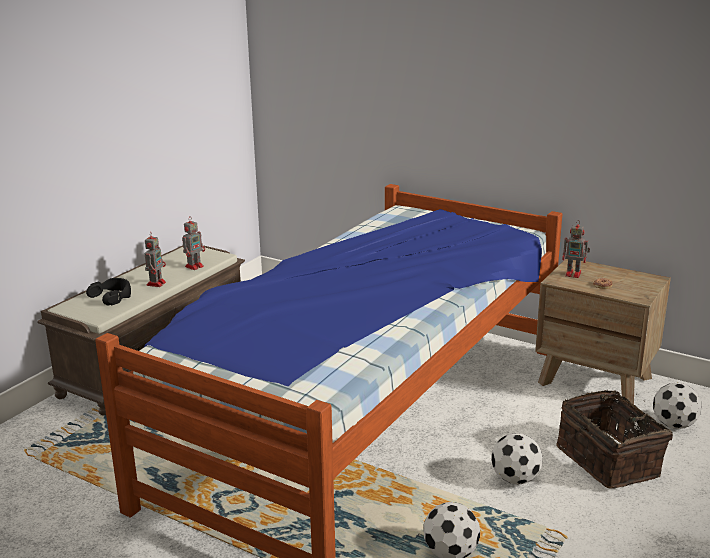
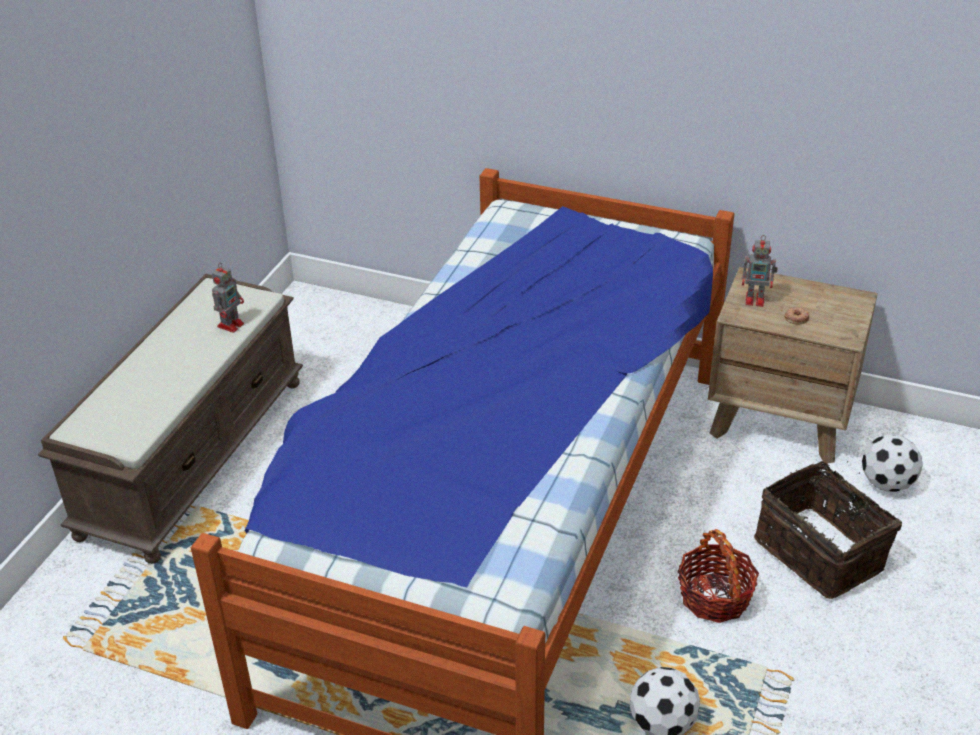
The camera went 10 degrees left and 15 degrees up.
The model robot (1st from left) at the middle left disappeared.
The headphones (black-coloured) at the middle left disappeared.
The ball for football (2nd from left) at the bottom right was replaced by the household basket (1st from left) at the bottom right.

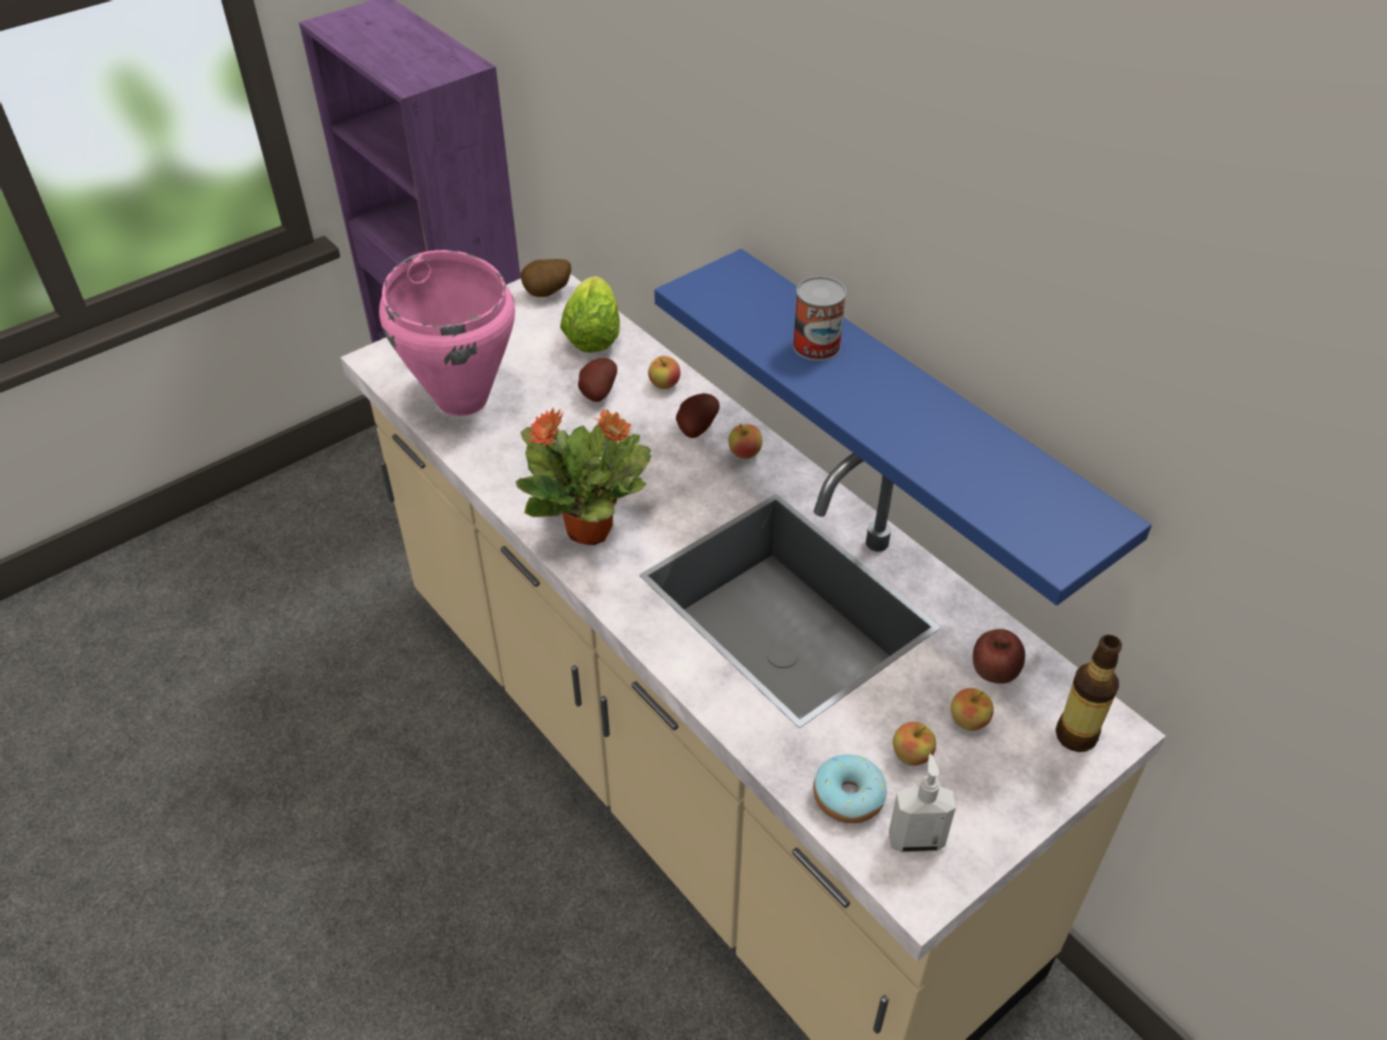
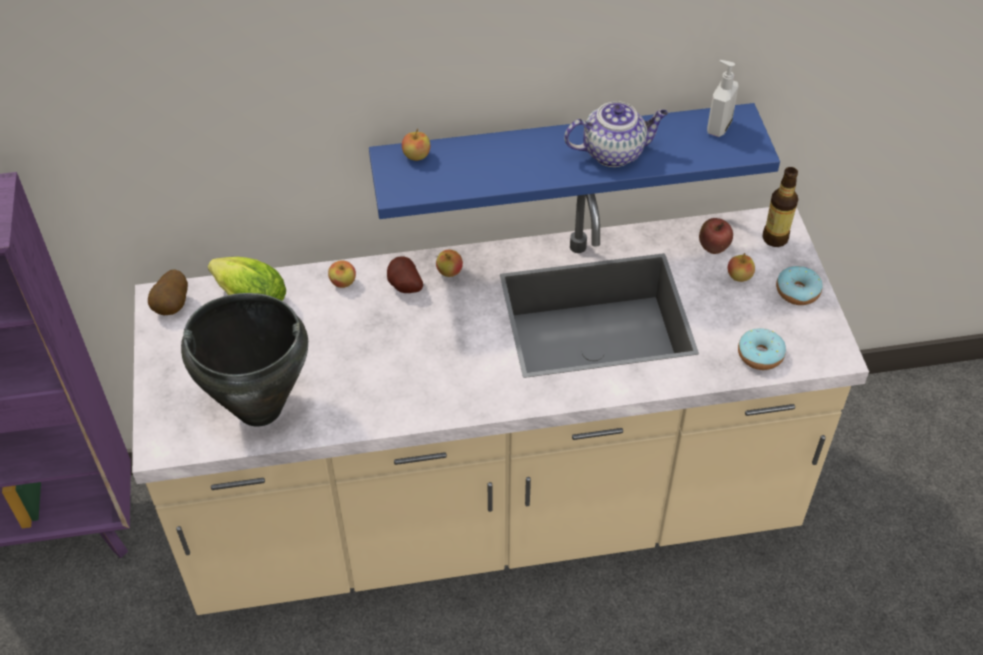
The camera went 60 degrees left and 5 degrees up.
The saucepot (pink) at the top left became the saucepot (black-coloured) at the middle left.
The metal can at the top centre disappeared.
The spud (2nd from left) at the centre disappeared.
The plant in a pot at the centre disappeared.
The whole apple (3rd from left in the first image) moved from the bottom centre to the top centre.
The liquid soap bottle moved from the bottom centre to the top right.
The pot for tea at the top centre appeared.
The donut (2nd from left) at the middle right appeared.

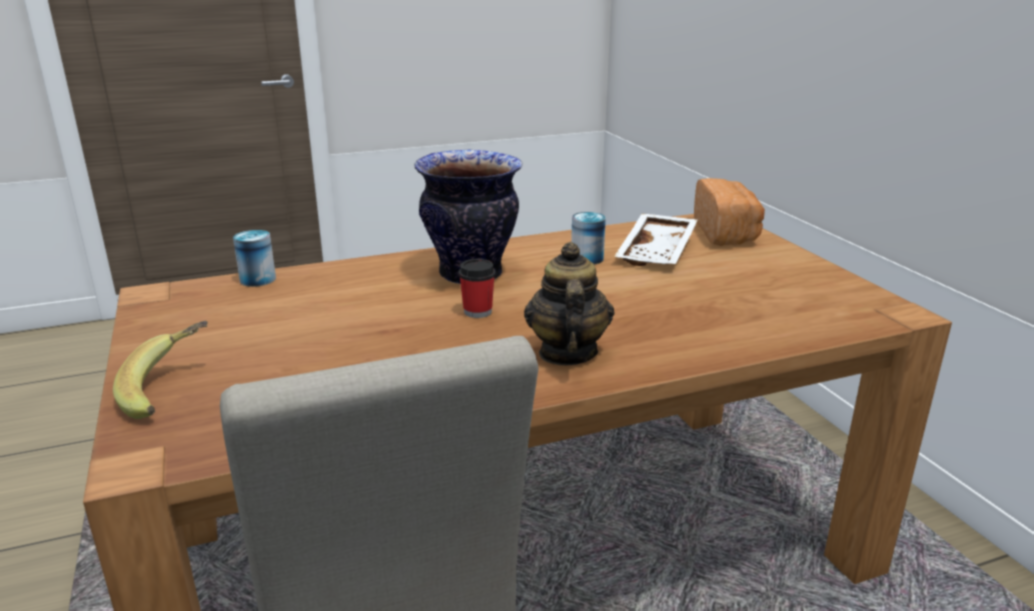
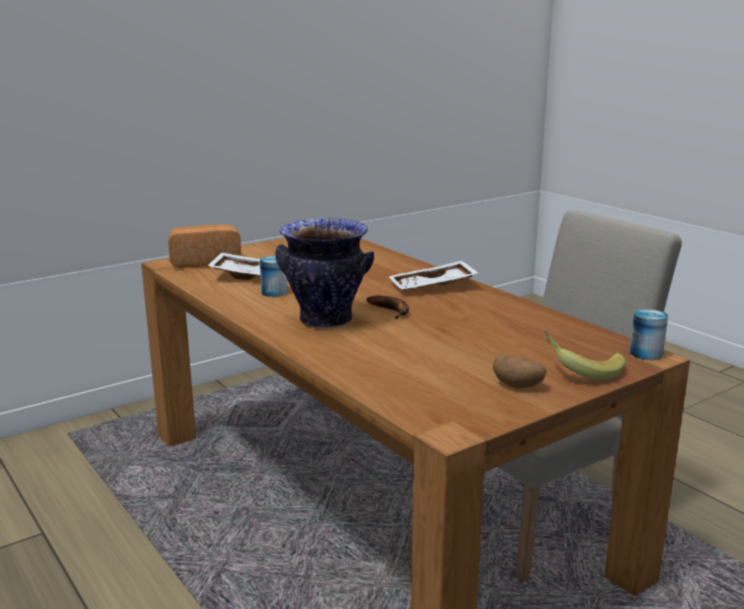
The camera went 105 degrees left and 5 degrees down.
The metal can (1st from left in the first image) moved from the middle left to the middle right.
The pot for tea at the centre was replaced by the carrying tray (whitish) (2nd from left) at the centre.
The drinking cup at the centre was replaced by the whole banana (1st from left) at the centre.
The spud at the middle right appeared.

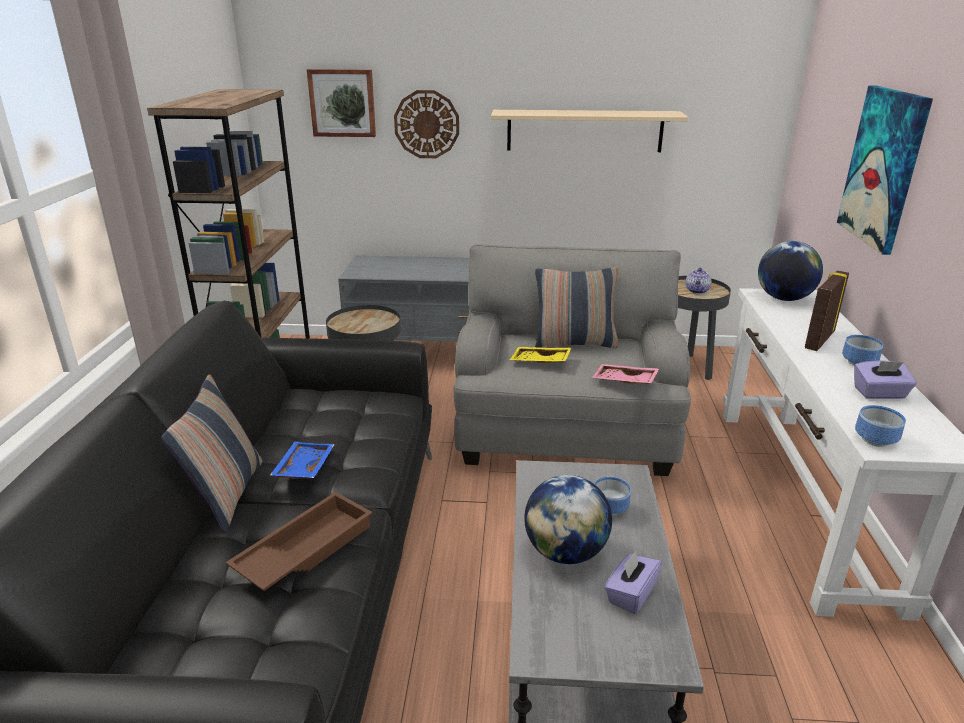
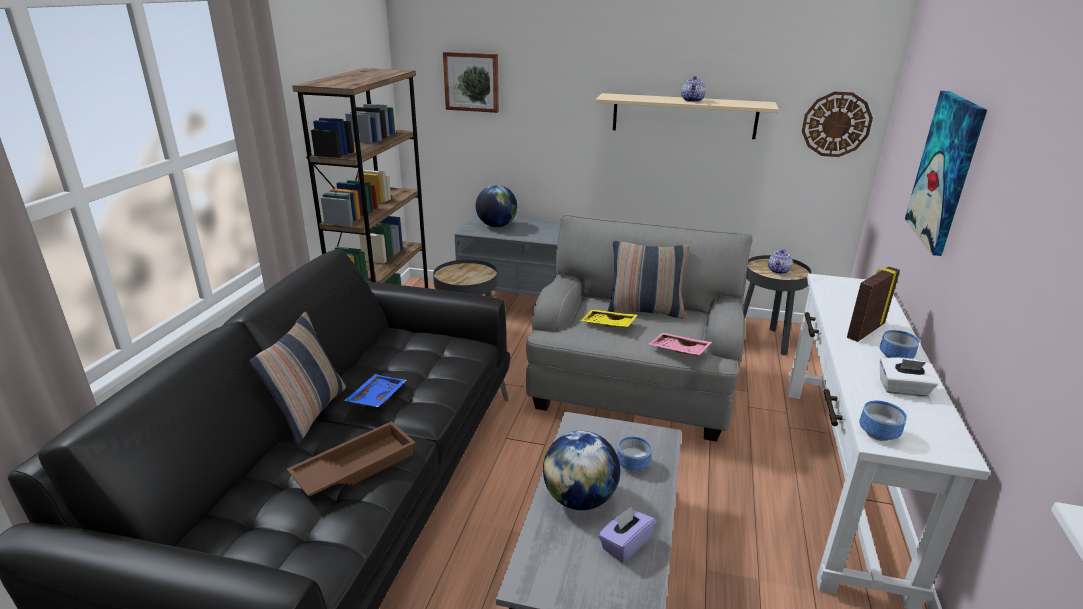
The camera went 10 degrees right and 0 degrees up.
The clock on the wall moved from the top centre to the top right.
The desk globe (2nd from left in the first image) moved from the middle right to the centre.
The box of tissues (purplish) (2nd from left) at the middle right became the box of tissues (whitish) at the middle right.
The pot for tea (1st from left) at the top centre appeared.

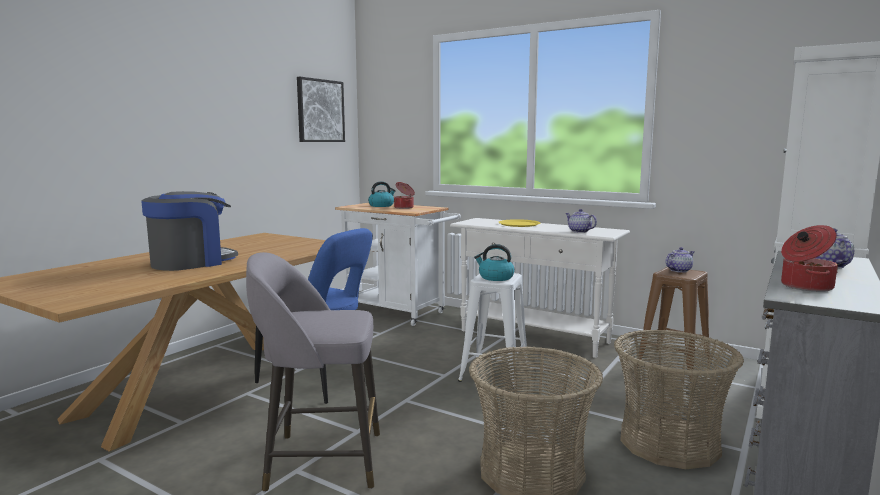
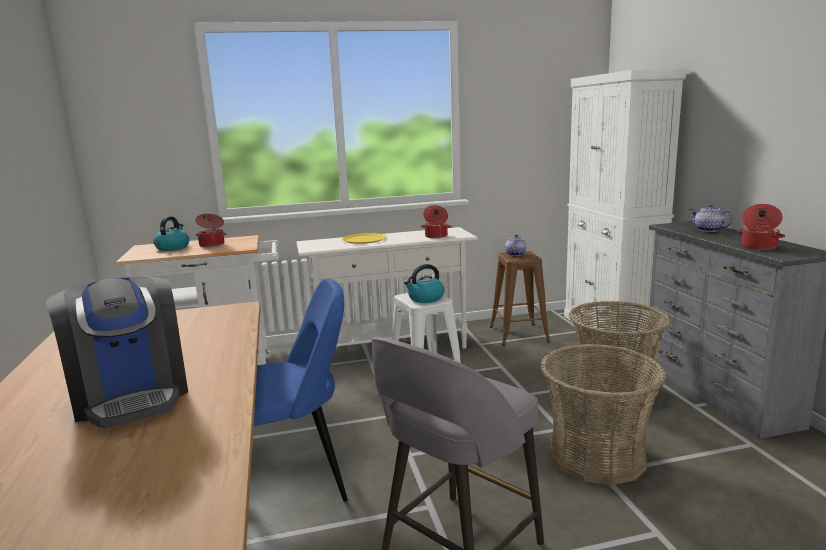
The camera went 45 degrees left and 5 degrees up.
The wall art at the top centre disappeared.
The coffee machine at the middle left turned 150 degrees clockwise.
The pot for tea (1st from left) at the centre was replaced by the saucepot (2nd from left) at the centre.

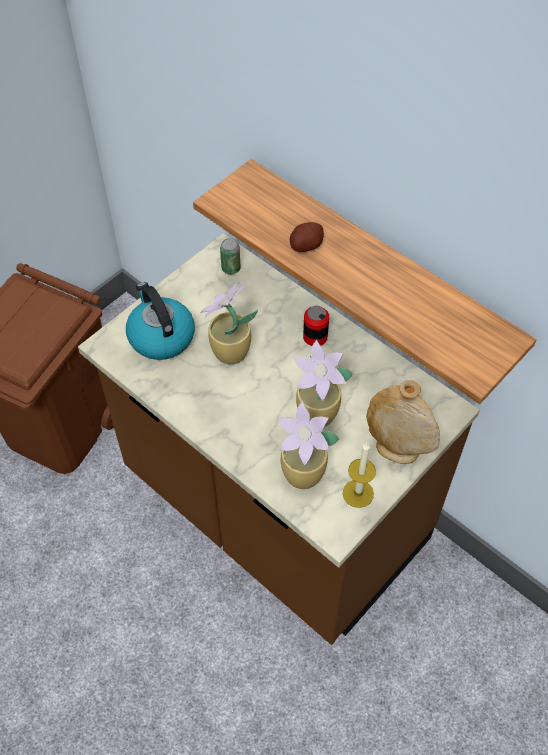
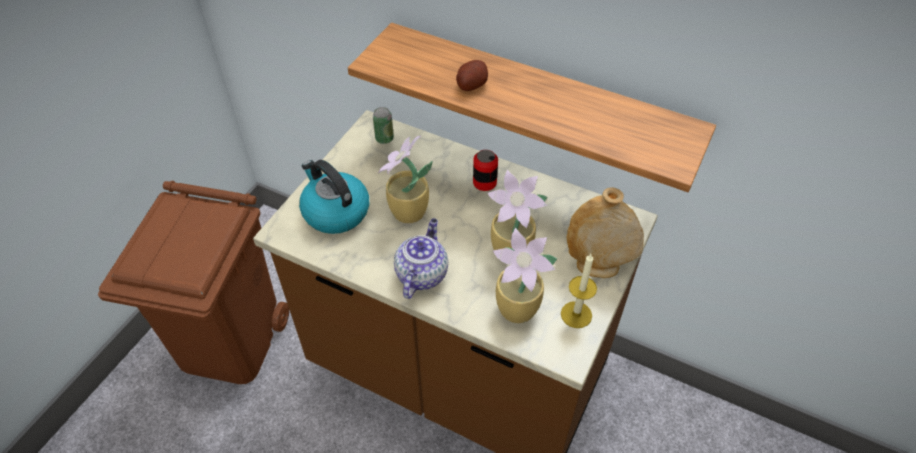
The camera went 15 degrees left and 5 degrees down.
The pot for tea at the centre appeared.

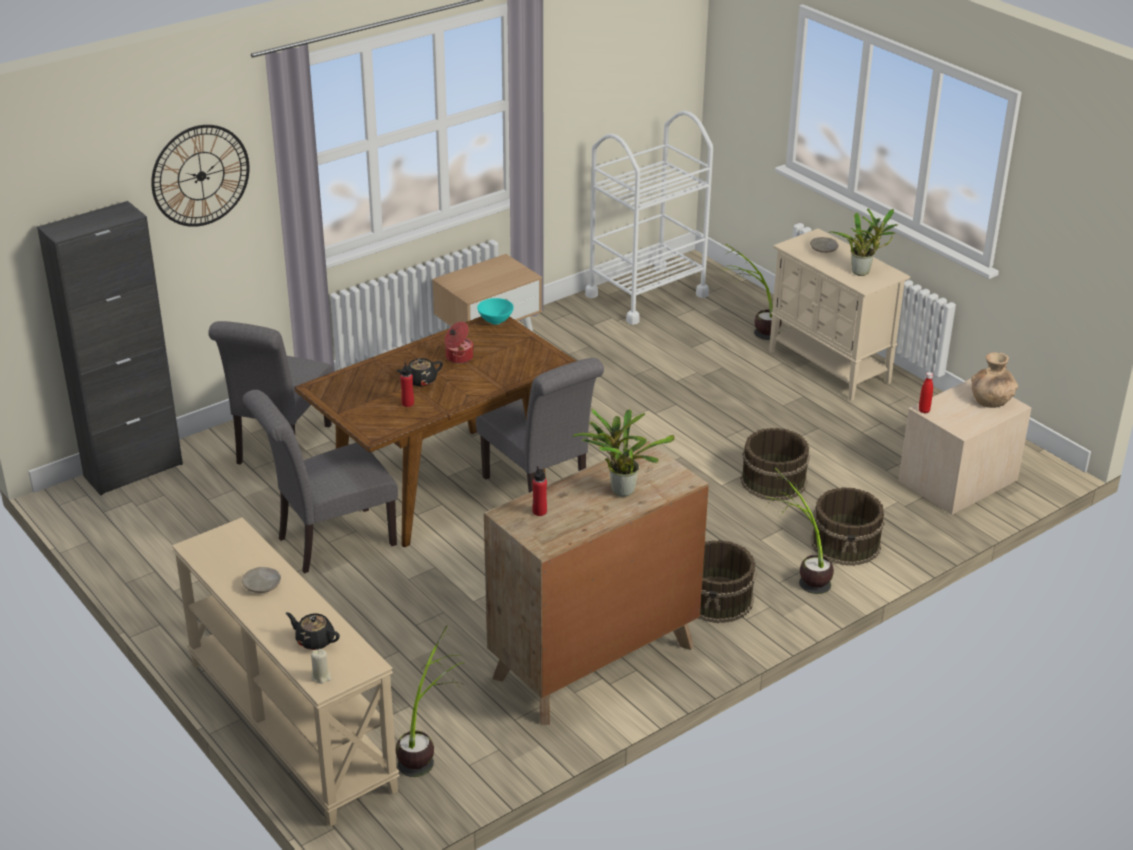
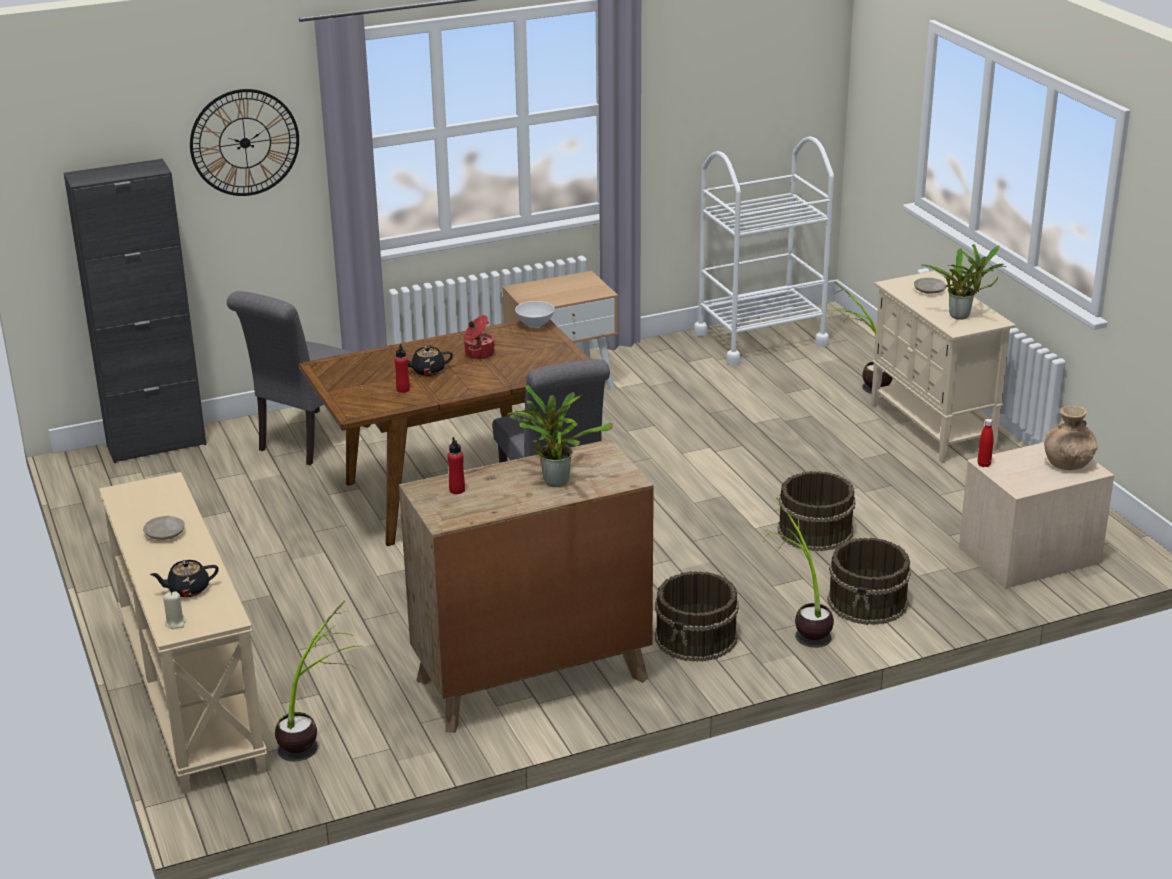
The camera went 15 degrees right and 5 degrees down.
The deep dish (turquoise) at the centre became the deep dish (whitish) at the centre.
The upright chair (grey) (2nd from left) at the middle left disappeared.
The pot for tea (black-coloured) (1st from left) at the bottom left turned 60 degrees counterclockwise.

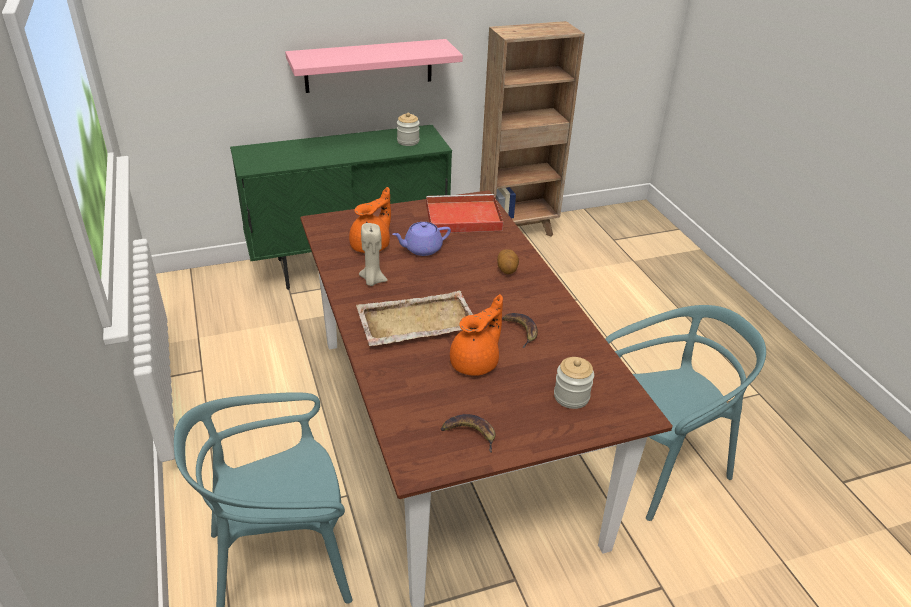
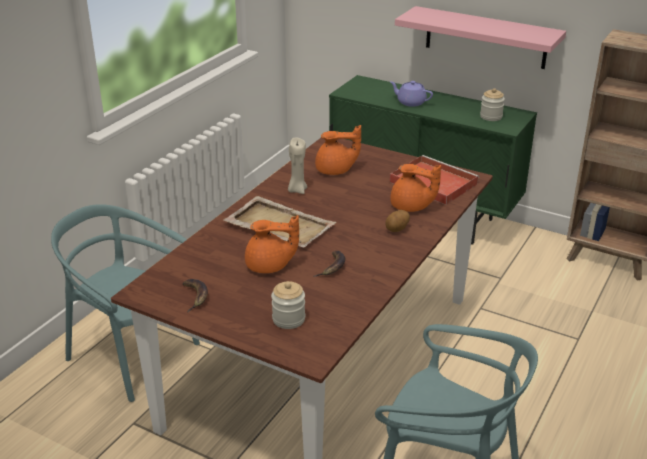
The camera went 50 degrees right and 5 degrees down.
The pot for tea (purplish) moved from the centre to the top centre.
The pot for tea (orange-coloured) (3rd from left) at the centre appeared.

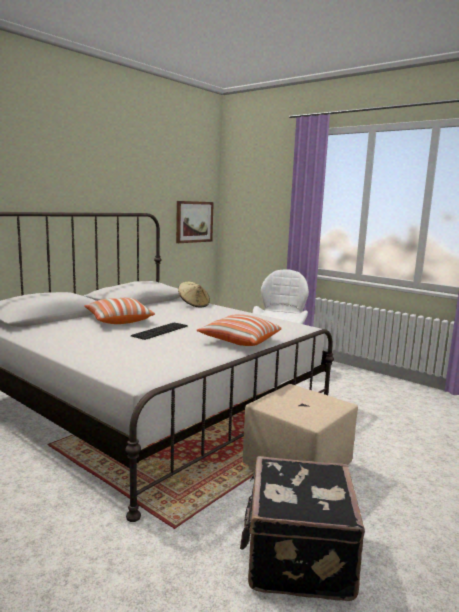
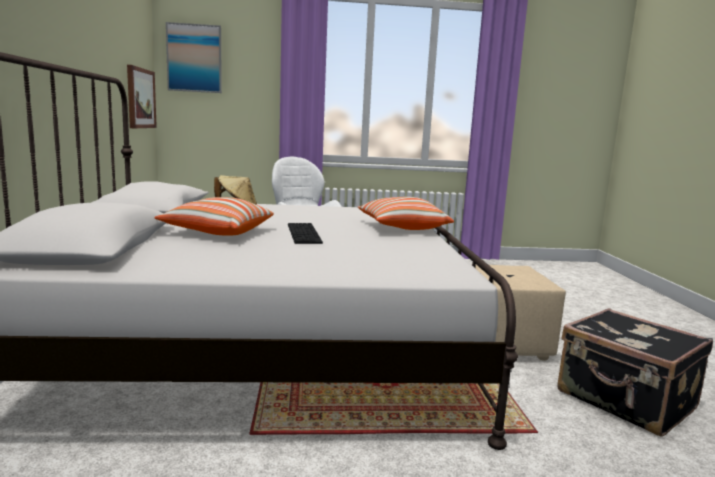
The camera went 45 degrees left and 0 degrees up.
The wall art (2nd from left) at the top left appeared.

